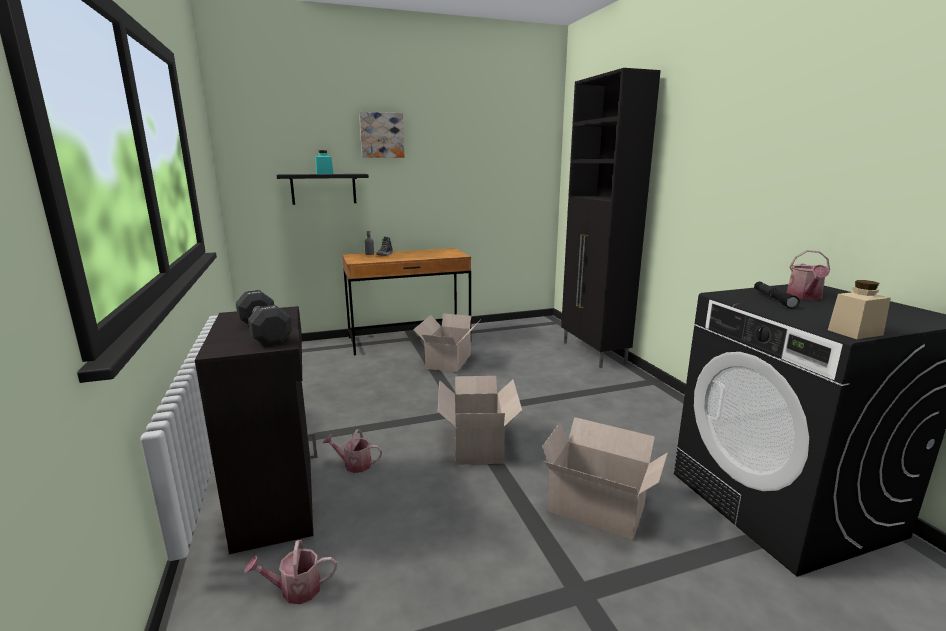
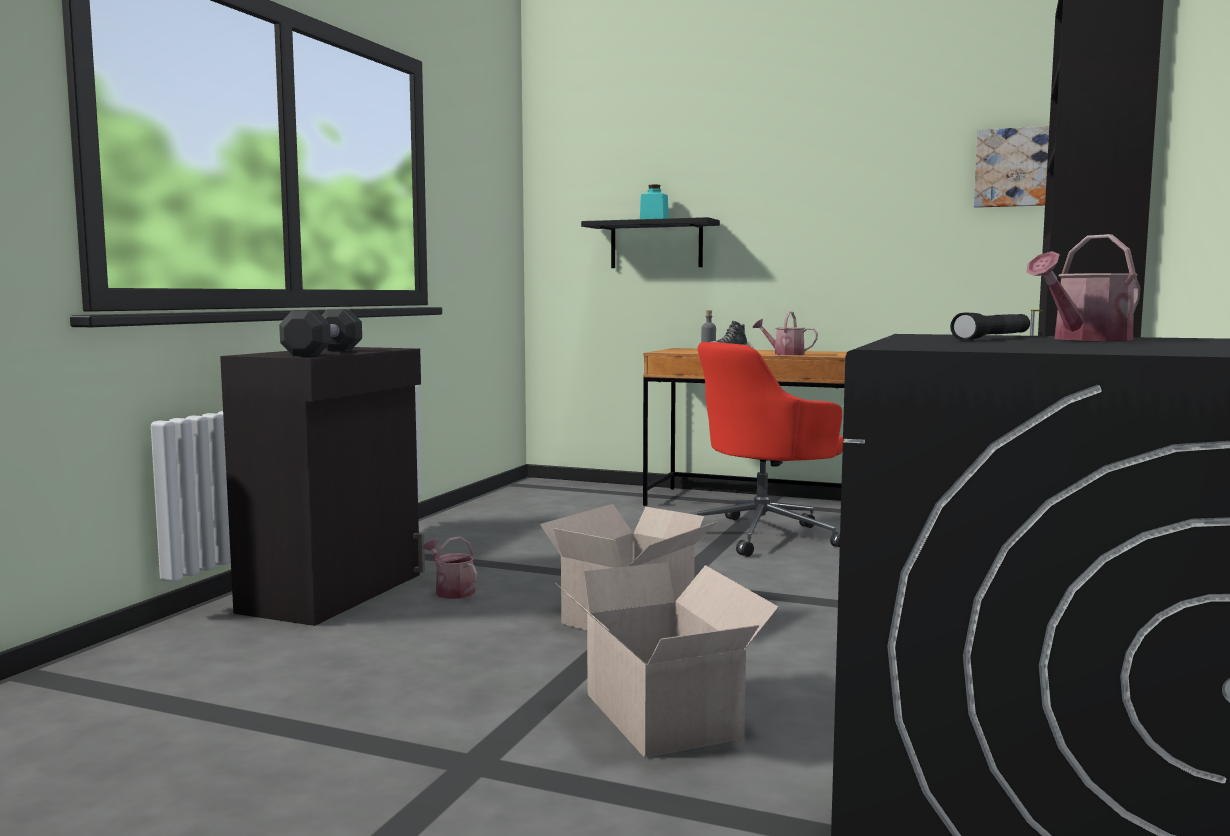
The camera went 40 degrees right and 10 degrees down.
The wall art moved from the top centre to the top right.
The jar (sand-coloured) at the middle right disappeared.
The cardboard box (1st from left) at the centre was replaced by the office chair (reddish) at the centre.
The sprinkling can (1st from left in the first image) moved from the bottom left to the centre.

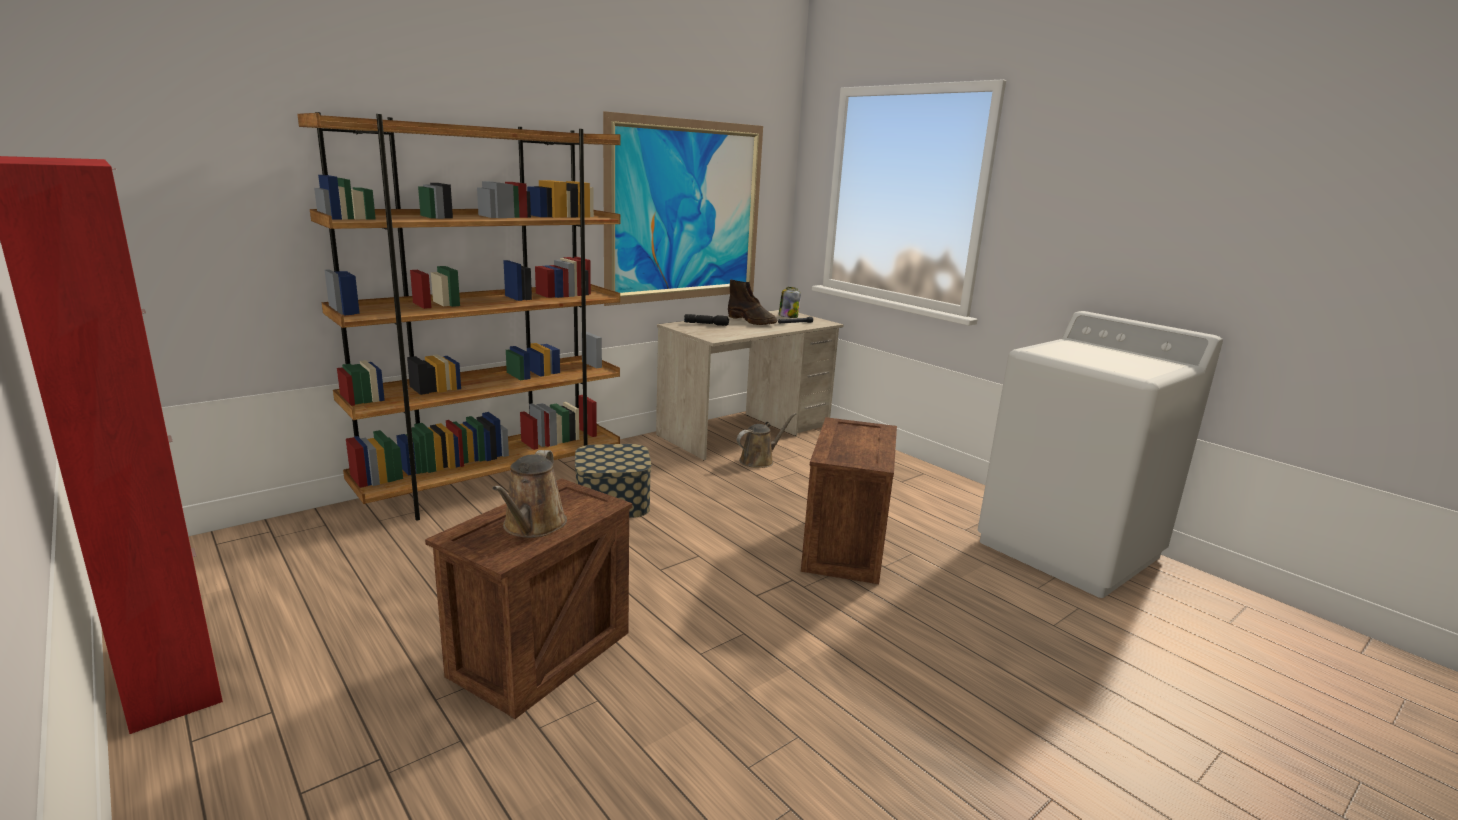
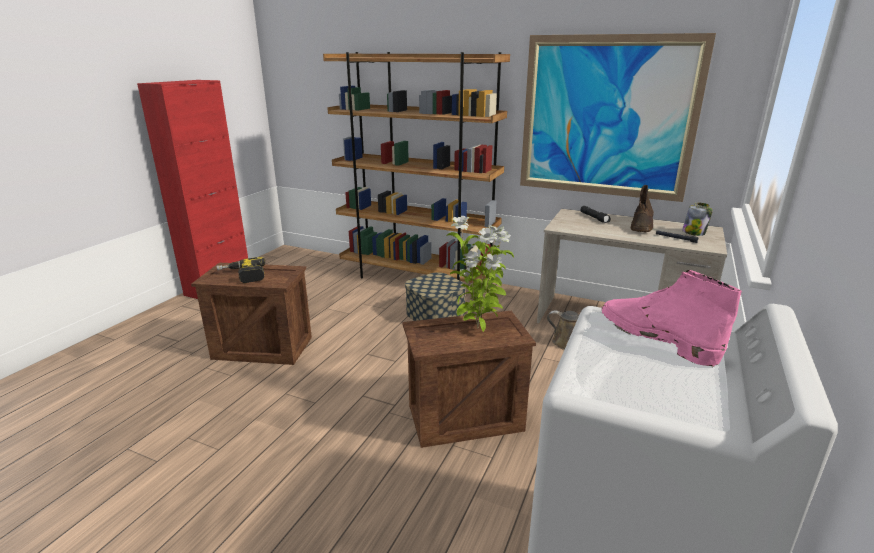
The camera went 65 degrees right and 5 degrees up.
The sprinkling can (brown) (1st from left) at the centre was replaced by the drill at the middle left.
The plant in a pot at the centre appeared.
The high-top boot (pink) at the middle right appeared.

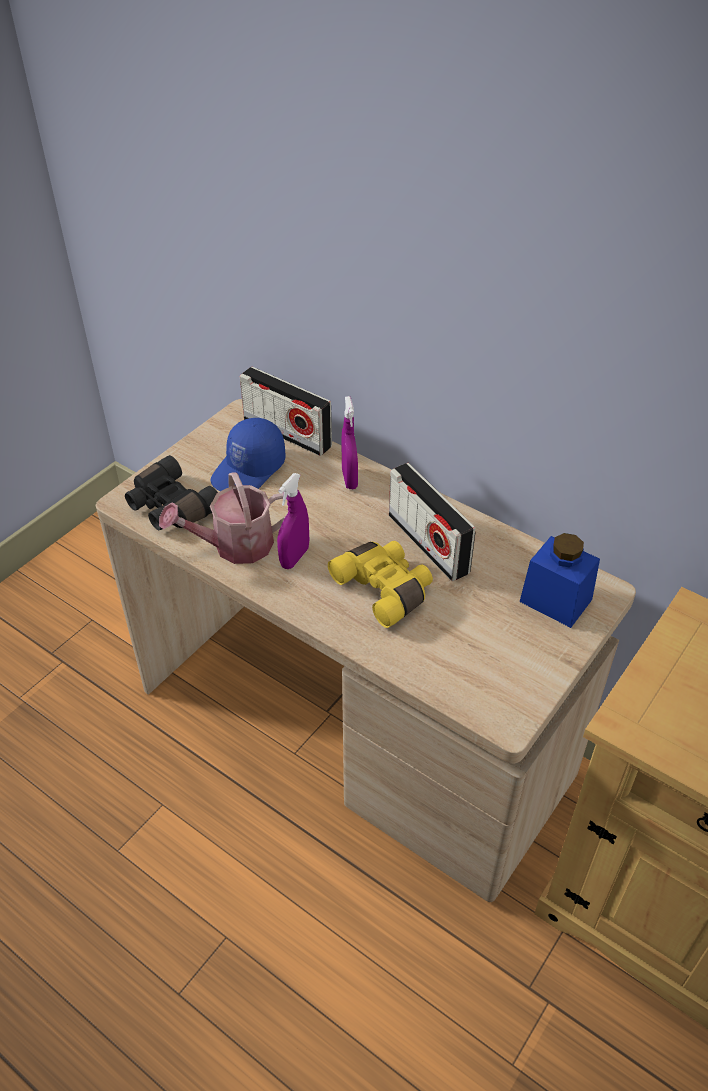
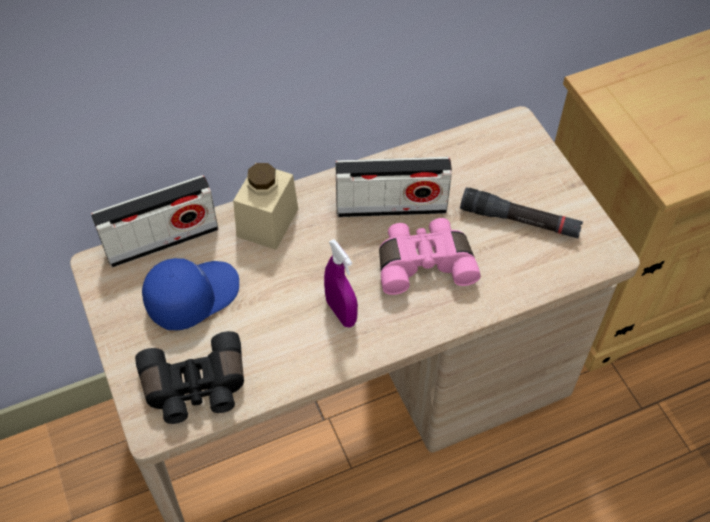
The camera went 60 degrees left and 10 degrees up.
The sprayer (purplish) (2nd from left) at the centre was replaced by the jar (sand-coloured) at the centre.
The peaked cap (blue-coloured) at the centre turned 105 degrees counterclockwise.
The sprinkling can at the middle left disappeared.
The jar (blue-coloured) at the middle right disappeared.
The pair of binoculars (yellow-coloured) at the centre became the pair of binoculars (pink) at the centre.
The hand torch (black-coloured) at the middle right appeared.

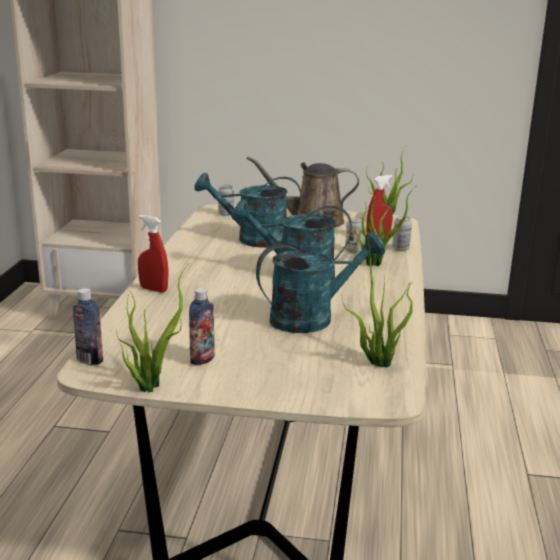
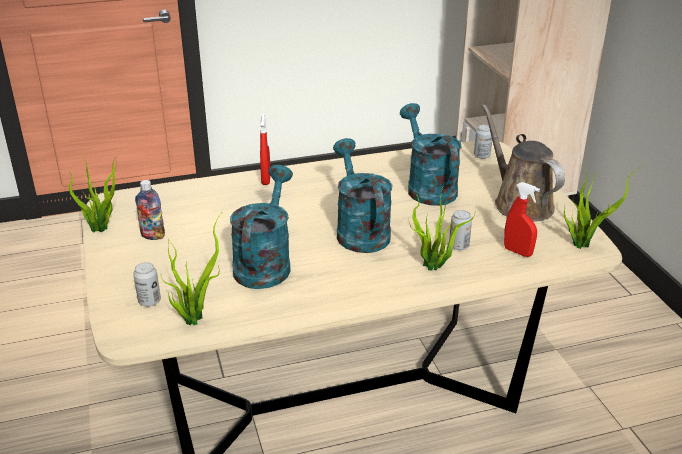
The camera went 65 degrees right and 10 degrees up.
The metal can (3rd from left in the first image) moved from the middle right to the middle left.
The sprinkling can (turquoise) (3rd from left in the first image) at the centre turned 120 degrees counterclockwise.
The bottle (1st from left) at the middle left disappeared.

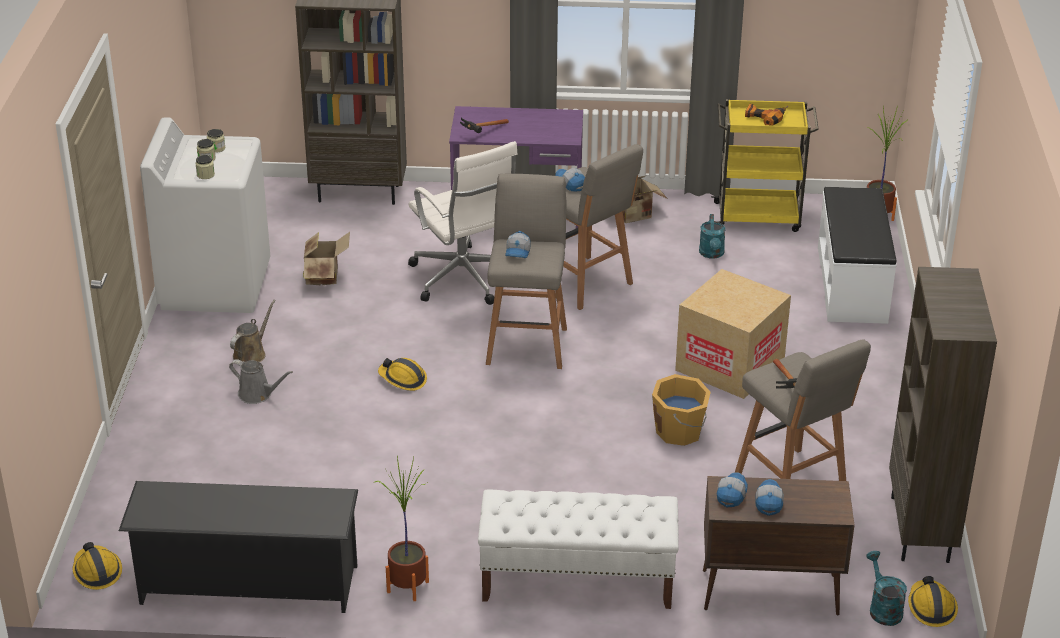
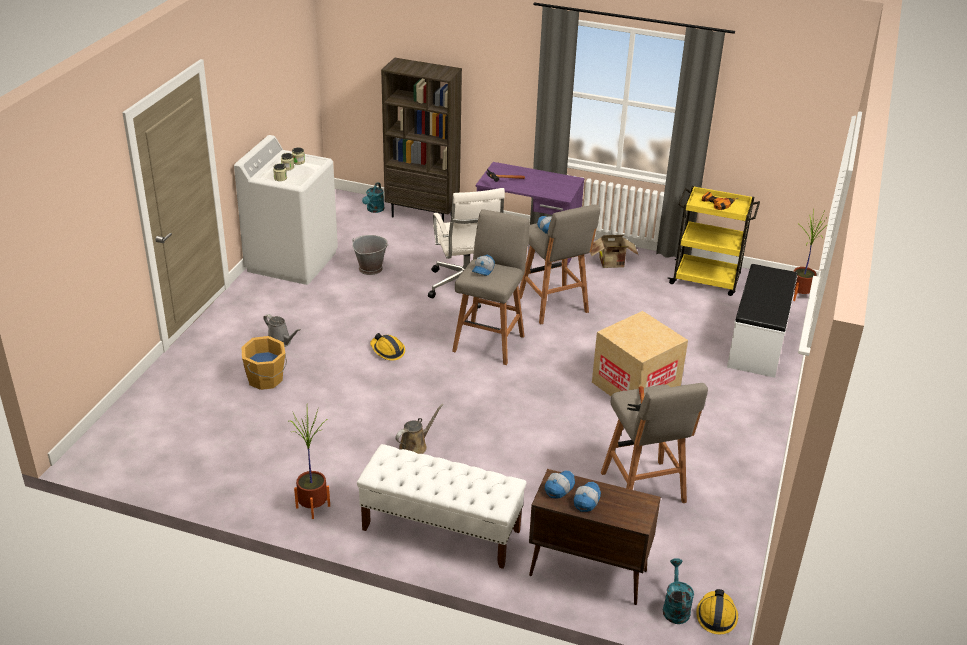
The camera went 15 degrees right and 0 degrees up.
The sprinkling can (turquoise) (1st from left) moved from the middle right to the top centre.
The cardboard box (1st from left) at the middle left was replaced by the pail (grey) at the centre.
The shelving unit (brown) (2nd from left) at the middle right disappeared.
The sprinkling can (brown) moved from the middle left to the centre.
The pail (orange-coloured) moved from the centre to the middle left.
The shoe stand (black-coloured) at the bottom left disappeared.
The hard hat (1st from left) at the bottom left disappeared.

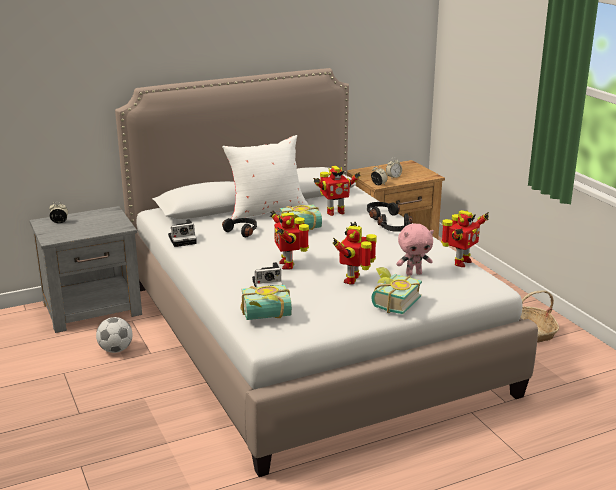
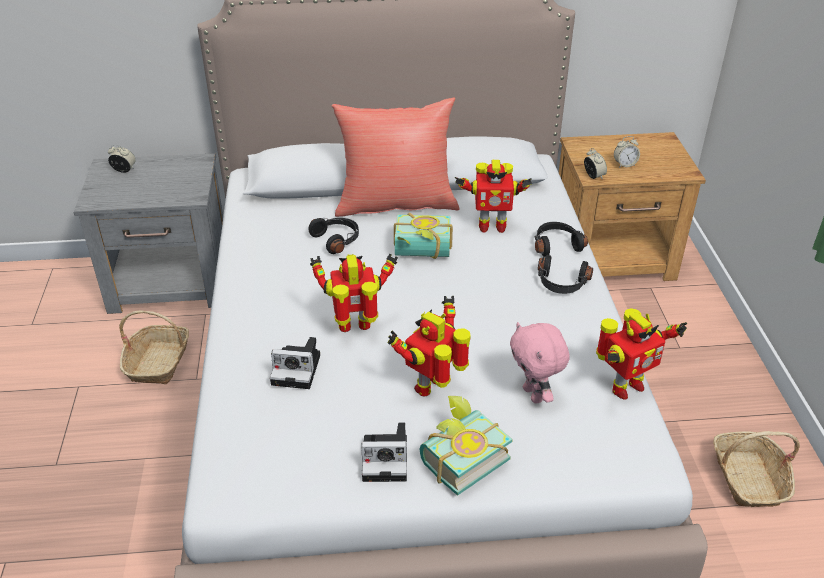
The camera went 20 degrees right and 15 degrees up.
The cushion (whitish) at the centre became the cushion (reddish) at the top centre.
The model robot (1st from left) at the centre turned 75 degrees clockwise.
The photo camera (1st from left in the first image) moved from the middle left to the bottom centre.
The plush toy (pink) at the middle right turned 60 degrees clockwise.
The bound book (1st from left) at the centre disappeared.
The ball for football at the bottom left was replaced by the household basket (1st from left) at the middle left.

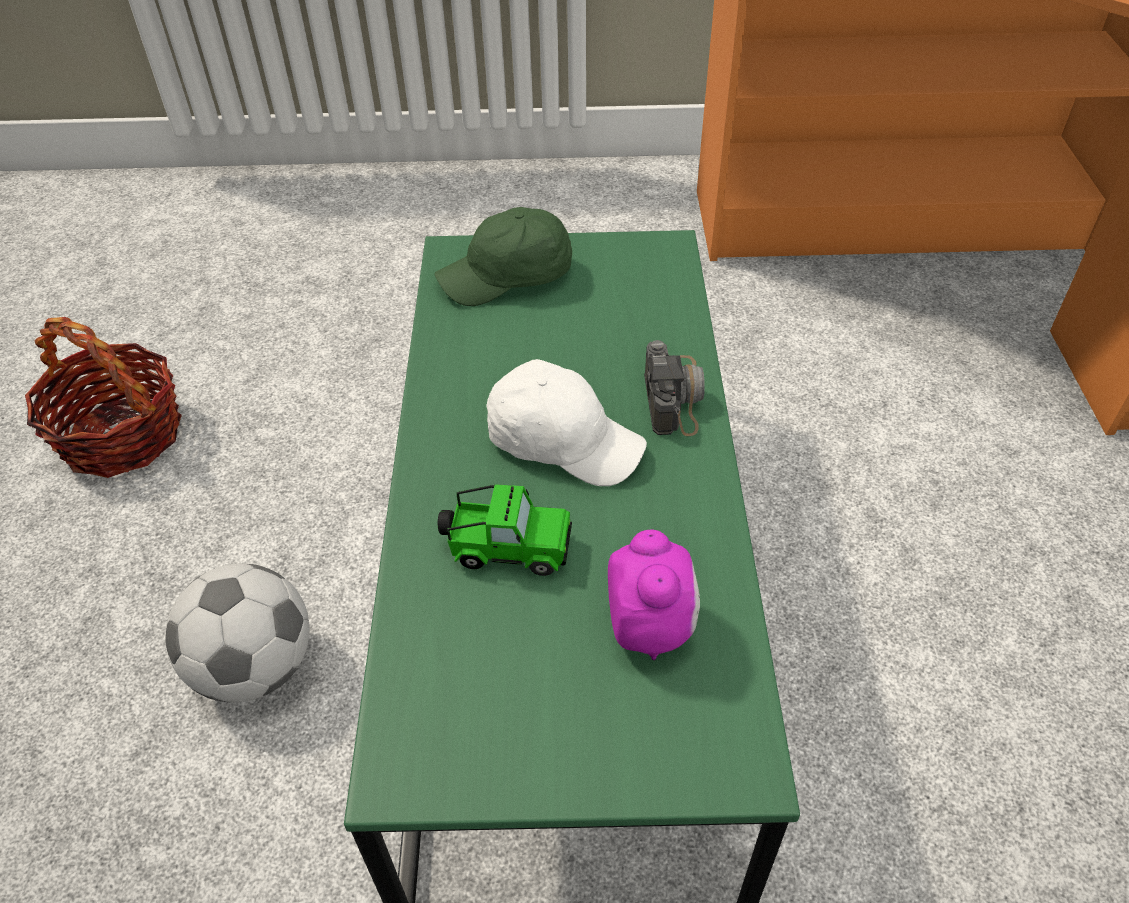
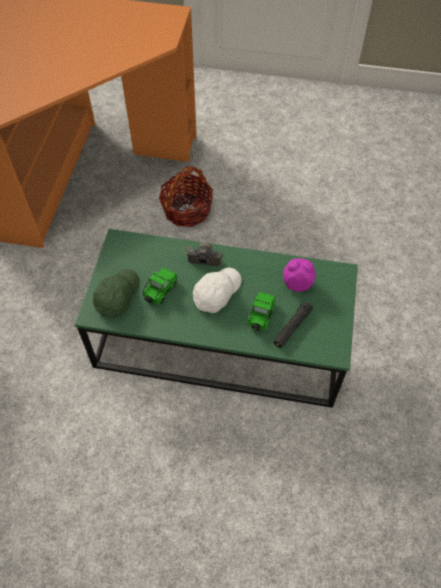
The camera went 80 degrees left and 10 degrees up.
The peaked cap (green) at the top centre turned 150 degrees counterclockwise.
The household basket moved from the middle left to the centre.
The ball for football at the bottom left disappeared.
The miniature car (1st from left) at the centre appeared.
The hand torch (black-coloured) at the centre appeared.

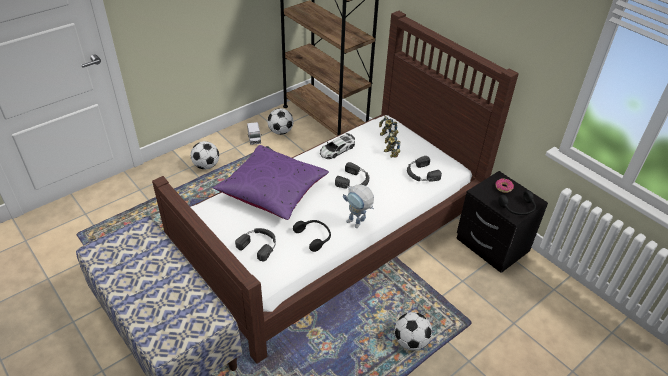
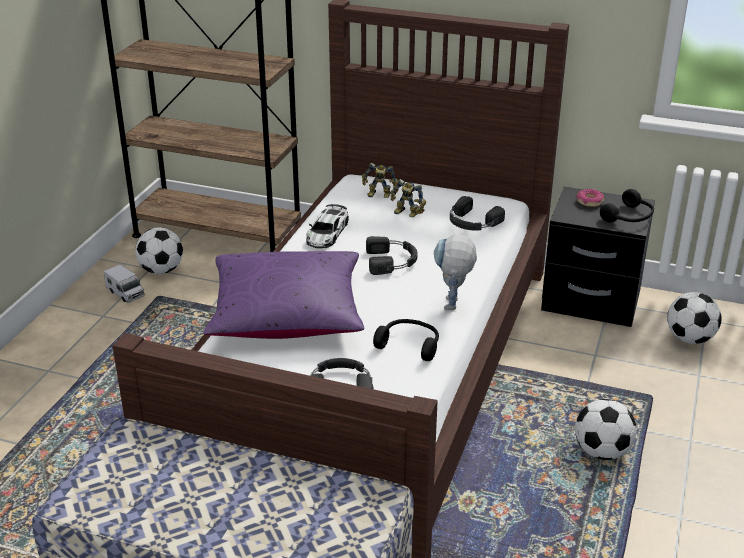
The camera went 30 degrees left and 10 degrees down.
The ball for football (1st from left in the first image) moved from the middle left to the middle right.
The model robot (1st from left in the first image) at the centre turned 90 degrees clockwise.

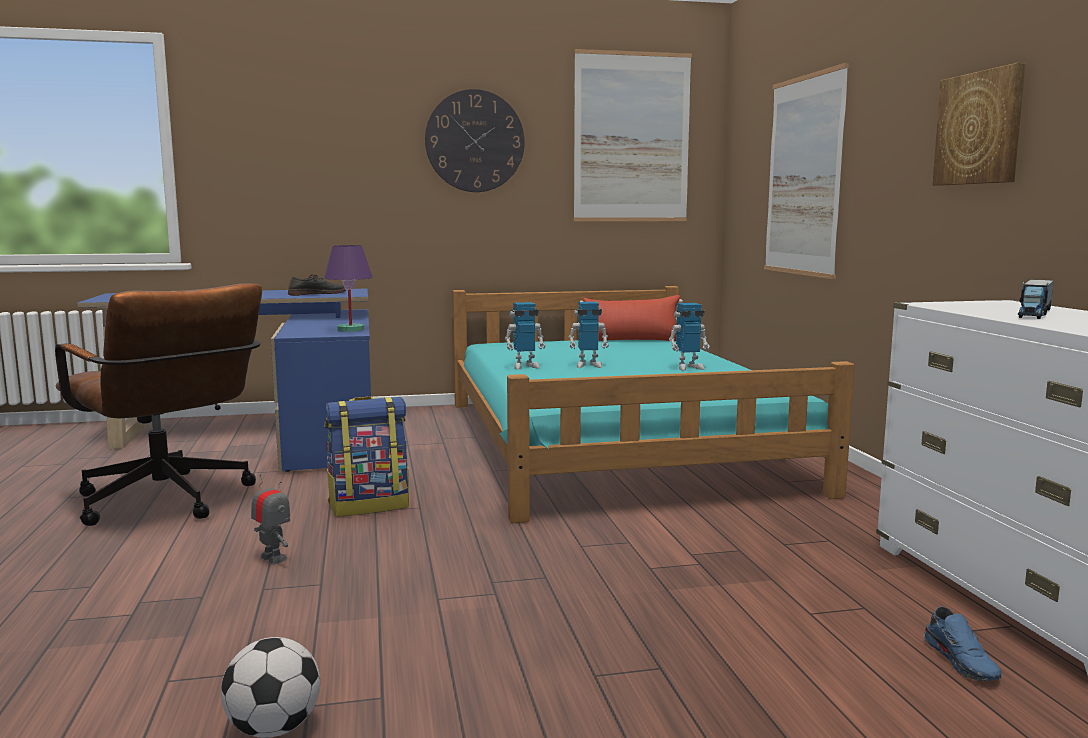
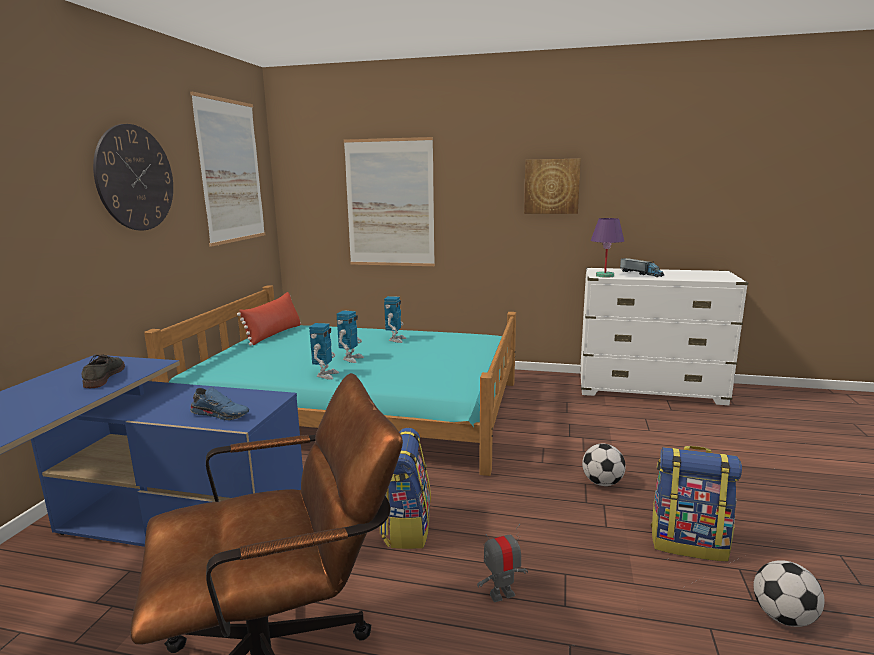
The camera went 65 degrees left and 5 degrees up.
The table lamp (purplish) moved from the middle left to the middle right.
The low shoe (blue-coloured) moved from the bottom right to the middle left.
The ball for football (1st from left) at the bottom right appeared.
The backpack (2nd from left) at the bottom right appeared.

